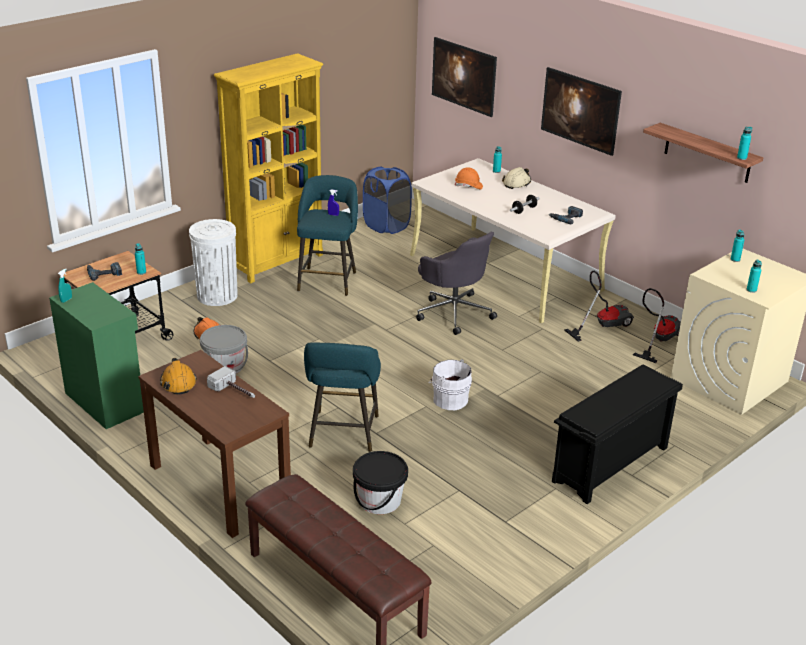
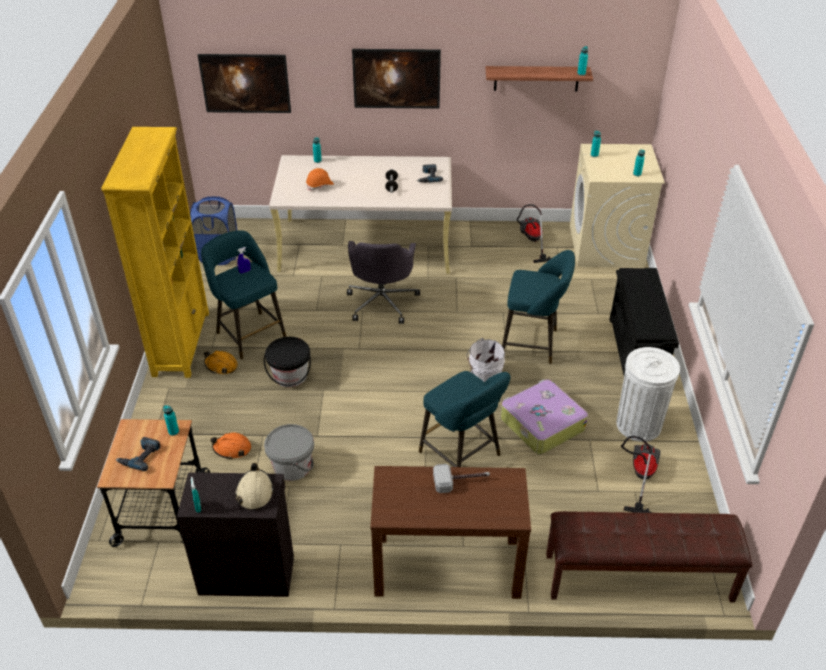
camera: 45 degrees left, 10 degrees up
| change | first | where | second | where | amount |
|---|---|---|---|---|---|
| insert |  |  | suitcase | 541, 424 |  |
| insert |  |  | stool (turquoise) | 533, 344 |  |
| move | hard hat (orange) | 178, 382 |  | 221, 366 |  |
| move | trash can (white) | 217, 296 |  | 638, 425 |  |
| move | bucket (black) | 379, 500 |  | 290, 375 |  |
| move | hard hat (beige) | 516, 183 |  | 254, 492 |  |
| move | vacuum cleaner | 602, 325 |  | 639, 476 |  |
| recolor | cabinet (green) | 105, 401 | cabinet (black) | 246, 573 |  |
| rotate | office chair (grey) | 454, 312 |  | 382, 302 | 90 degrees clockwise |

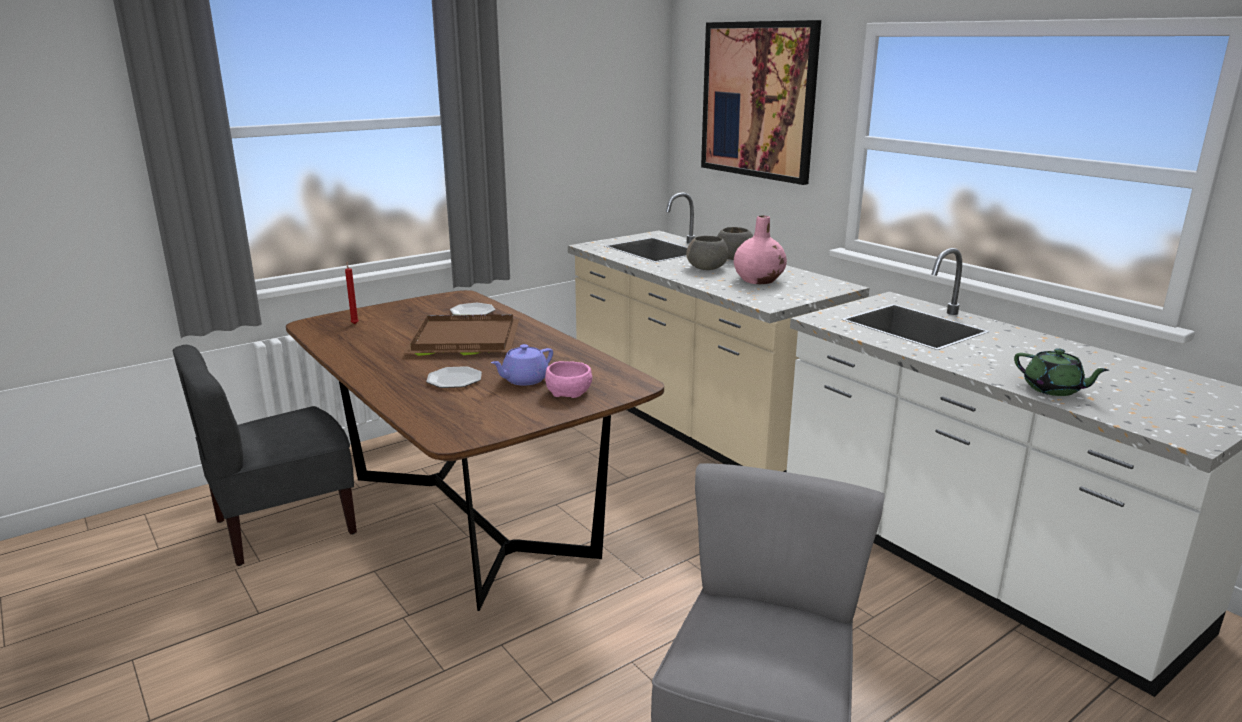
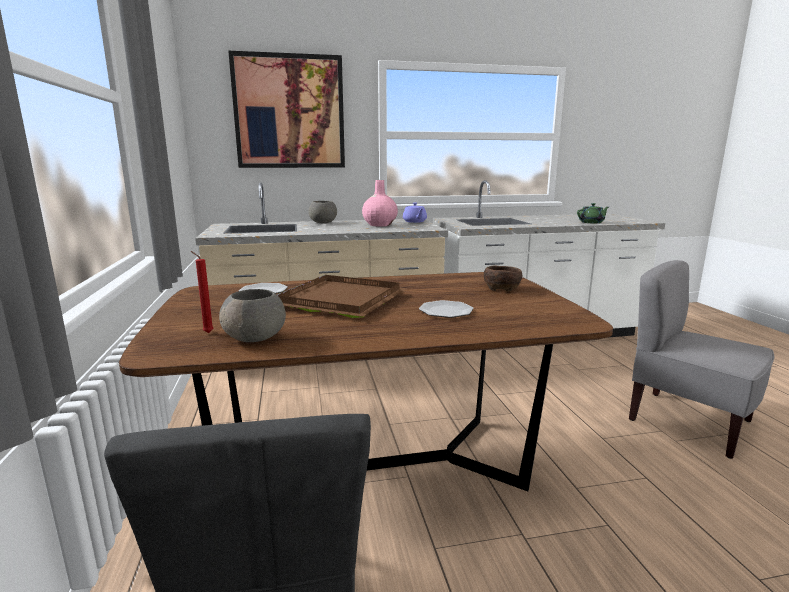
camera: 65 degrees left, 5 degrees down
| change | first | where | second | where | amount |
|---|---|---|---|---|---|
| move | teapot (purple) | 524, 380 |  | 415, 222 |  |
| move | bowl (grey) | 707, 268 |  | 256, 337 |  |
| recolor | bowl (pink) | 570, 392 | bowl (brown) | 501, 288 |  |

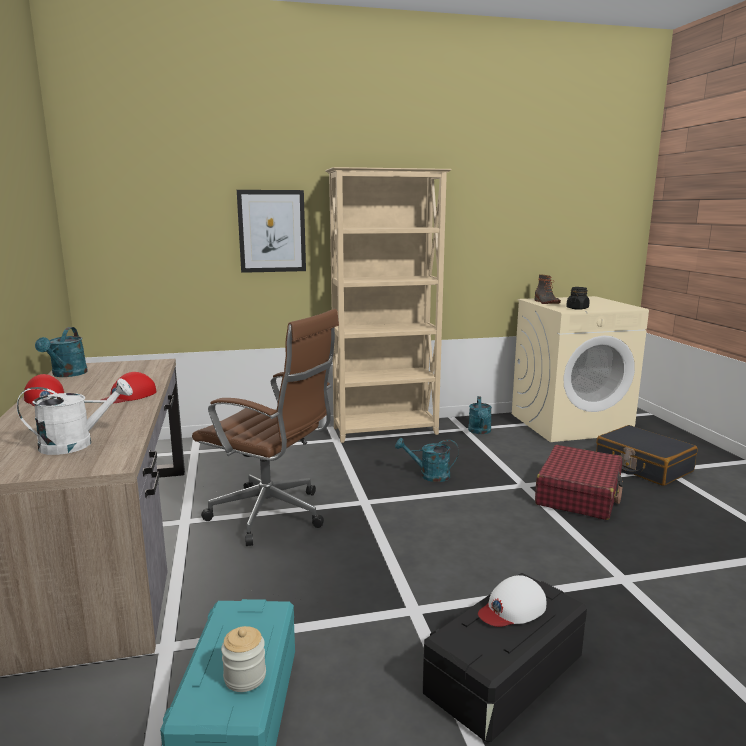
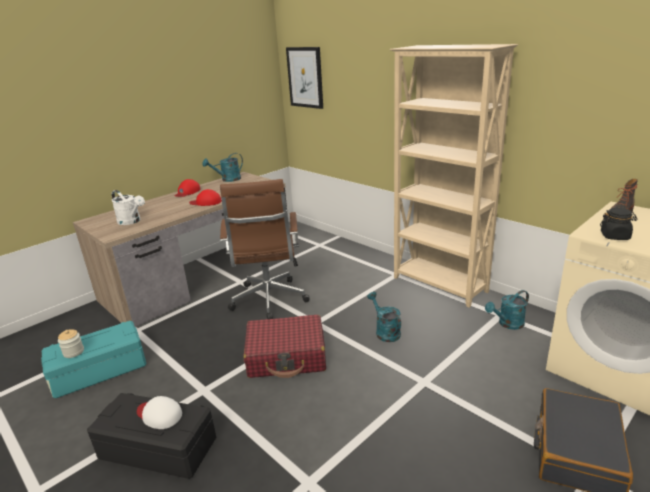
camera: 60 degrees right, 10 degrees up
| change | first | where | second | where | amount |
|---|---|---|---|---|---|
| move | picture | 272, 231 |  | 305, 77 |  |
| move | suitcase (red) | 579, 494 |  | 287, 356 |  |

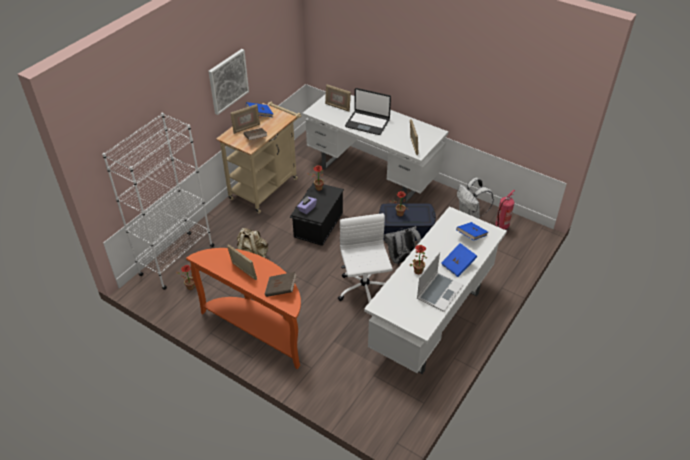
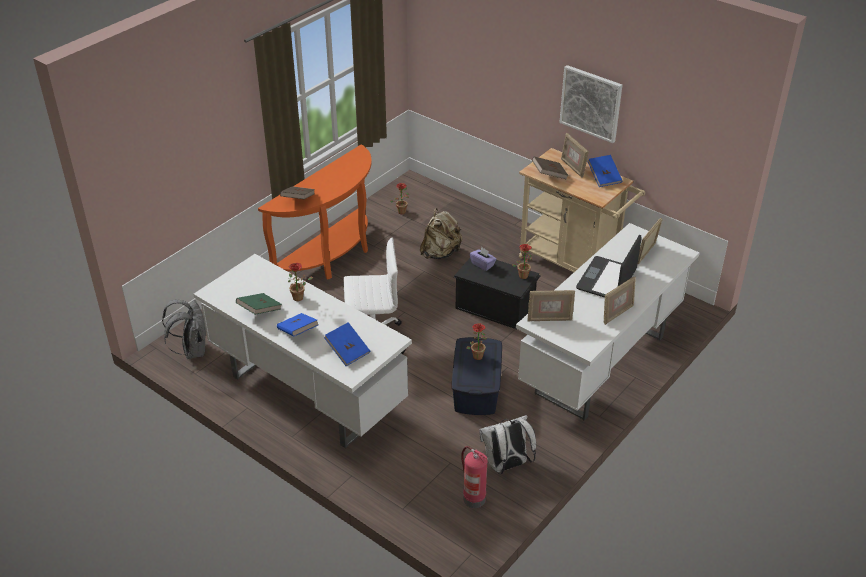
camera: 95 degrees right, 5 degrees down
| change | first | where | second | where | amount |
|---|---|---|---|---|---|
| delete | bookcase (white) | 176, 260 |  |  |  |
| move | picture frame | 243, 272 |  | 617, 314 |  |
| move | backpack (grey) | 401, 259 |  | 192, 350 |  |
| replace | laptop | 439, 292 | book (green) | 259, 311 |  |

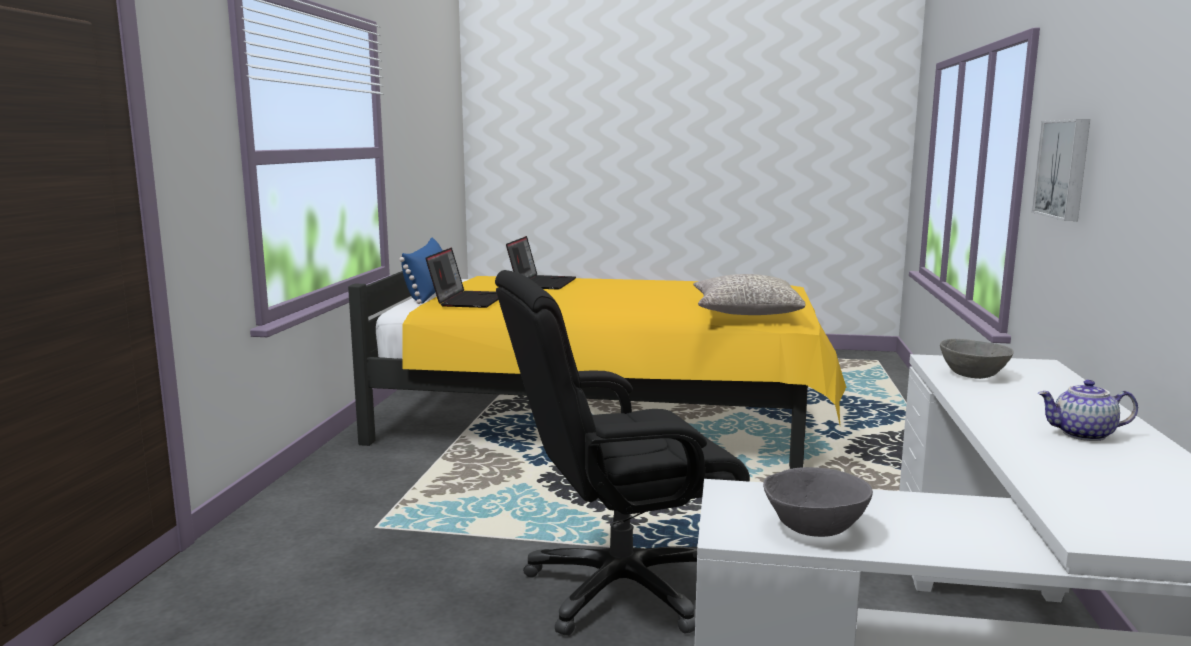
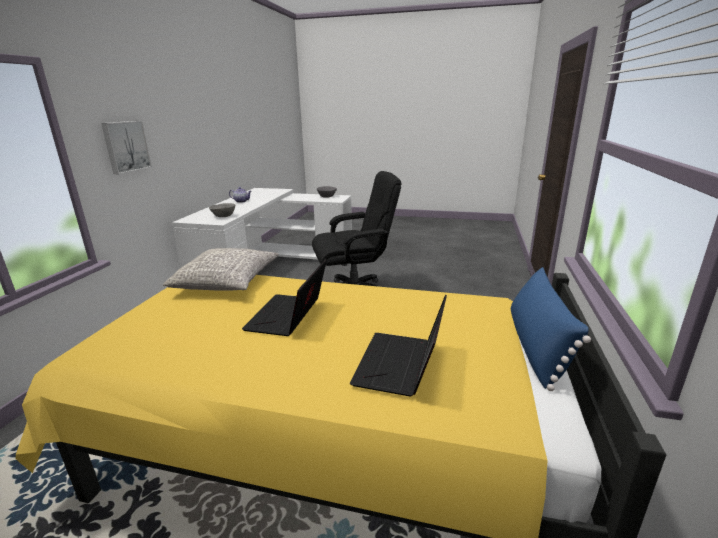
camera: 175 degrees left, 10 degrees up
| change | first | where | second | where | amount |
|---|---|---|---|---|---|
| move | laptop | 468, 300 |  | 288, 316 |  |

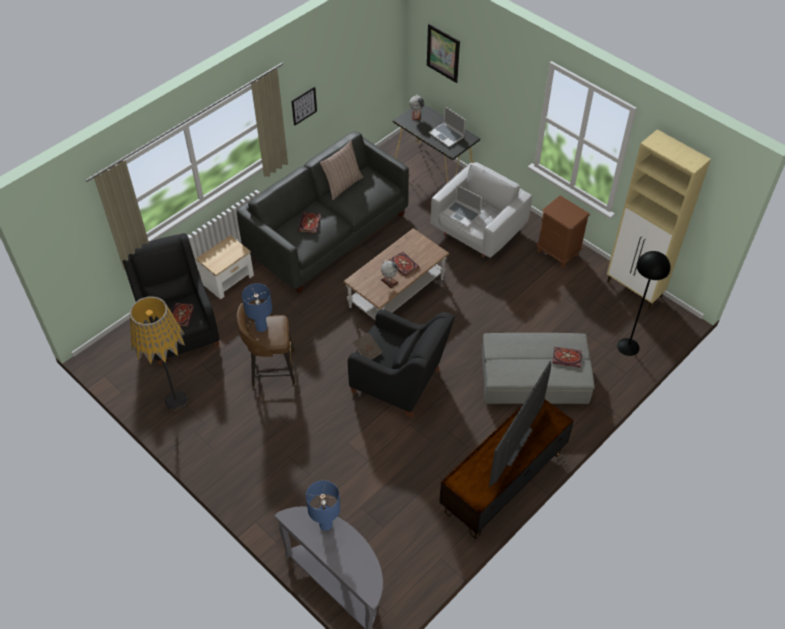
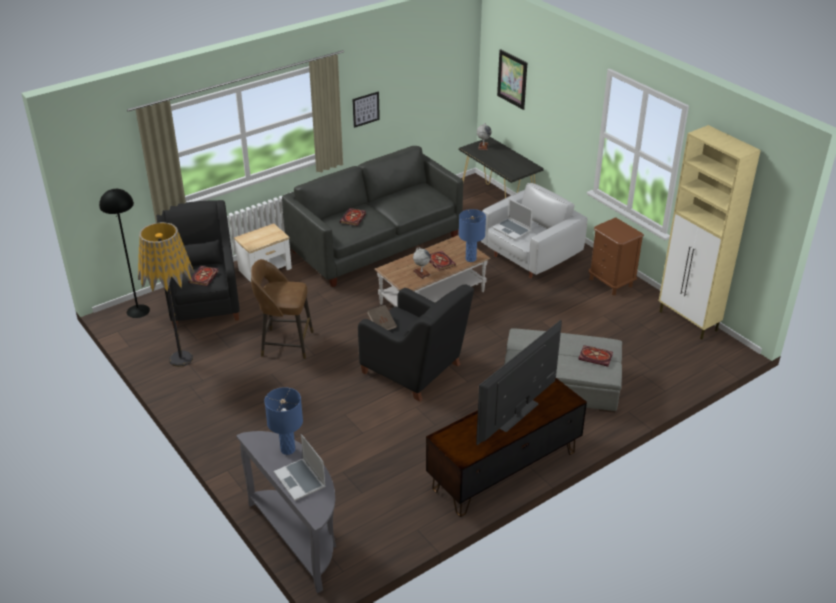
camera: 10 degrees right, 15 degrees down
| change | first | where | second | where | amount |
|---|---|---|---|---|---|
| delete | pillow | 342, 185 |  |  |  |
| move | table lamp (blue) | 261, 327 |  | 470, 259 |  |
| move | laptop | 447, 135 |  | 301, 480 |  |
| move | floor lamp (black) | 628, 347 |  | 138, 311 |  |

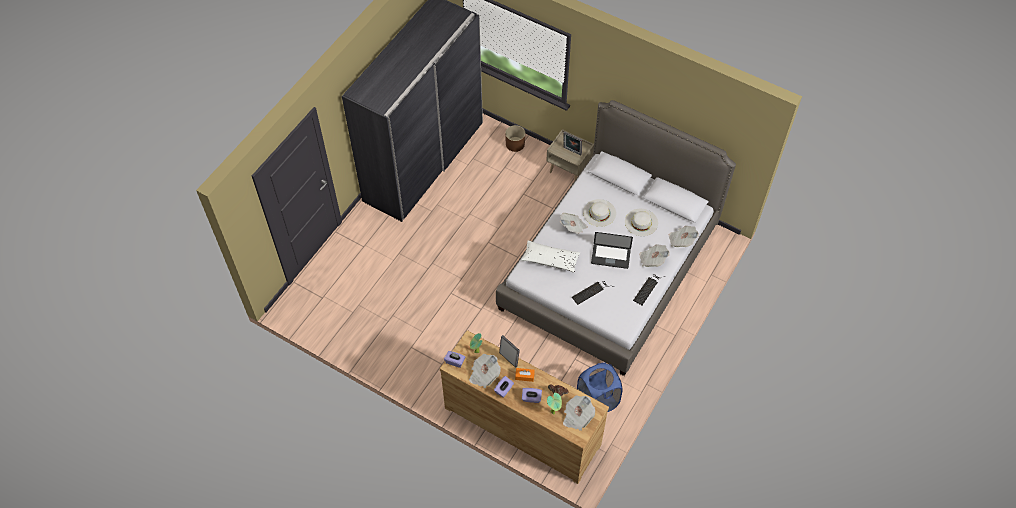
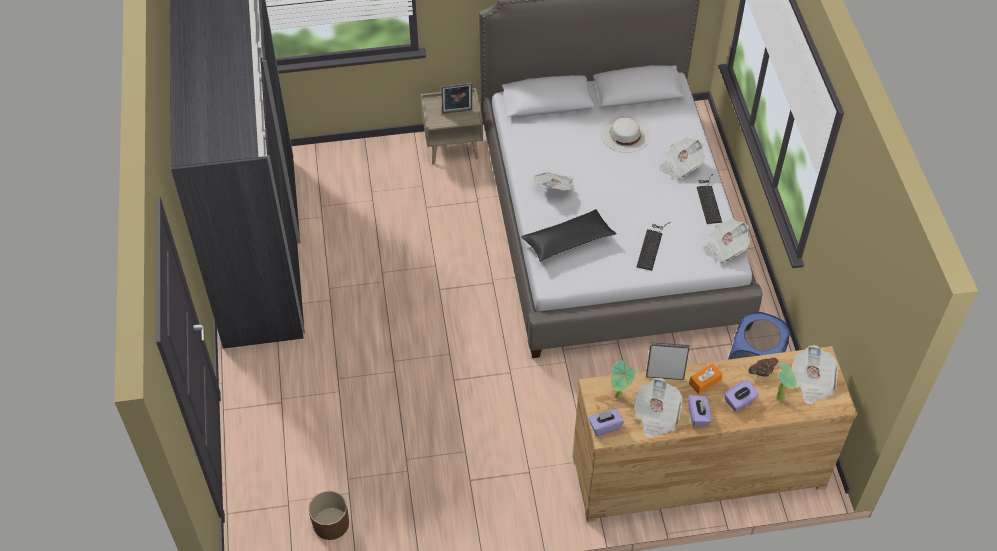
camera: 40 degrees left, 5 degrees down
| change | first | where | second | where | amount |
|---|---|---|---|---|---|
| delete | hat (white) | 599, 212 |  |  |  |
| delete | laptop | 610, 257 |  |  |  |
| move | planter (brown) | 515, 144 |  | 331, 523 |  |
| move | newspaper | 681, 240 |  | 724, 248 |  |
| recolor | pillow (white) | 550, 260 | pillow (black) | 568, 241 |  |

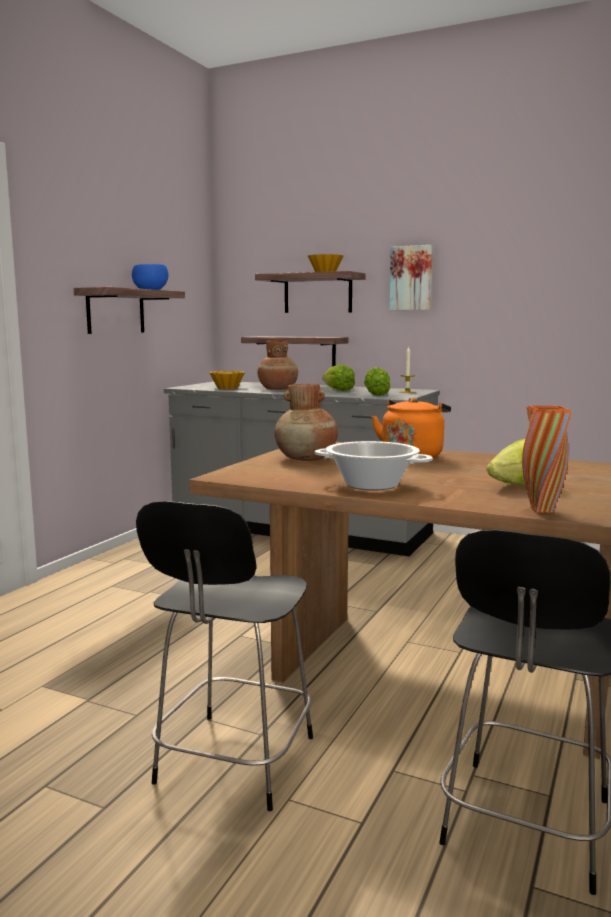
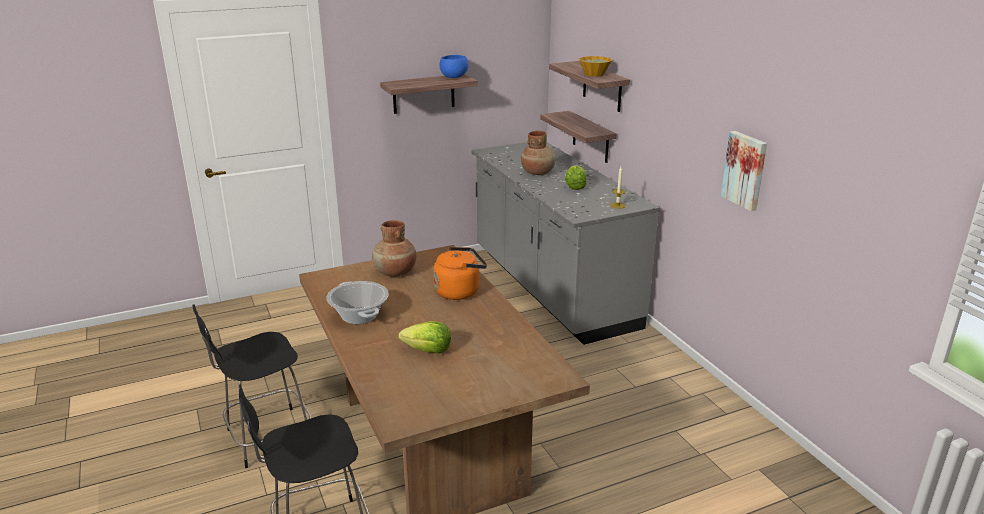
camera: 40 degrees right, 15 degrees up
| change | first | where | second | where | amount |
|---|---|---|---|---|---|
| delete | bowl | 227, 388 |  |  |  |
| delete | lettuce | 375, 394 |  |  |  |
| delete | vase (orange) | 541, 510 |  |  |  |
| move | picture | 411, 278 |  | 745, 170 |  |

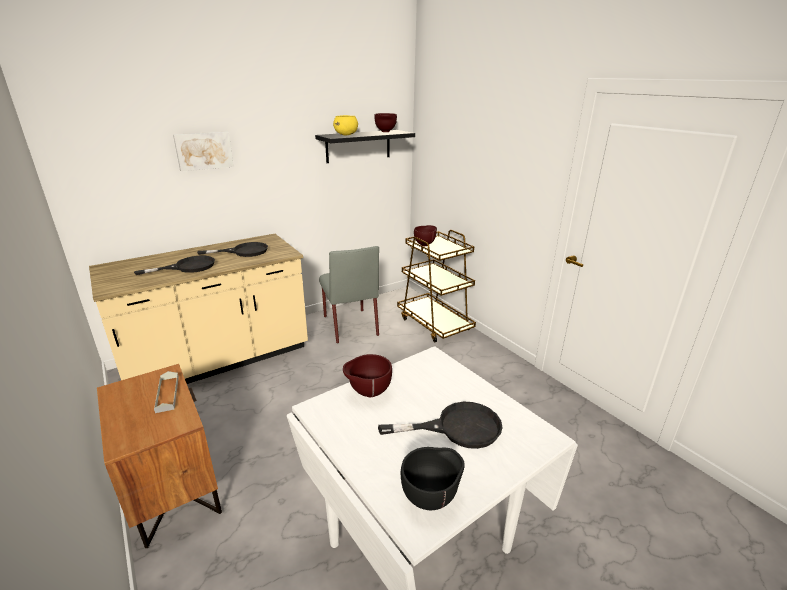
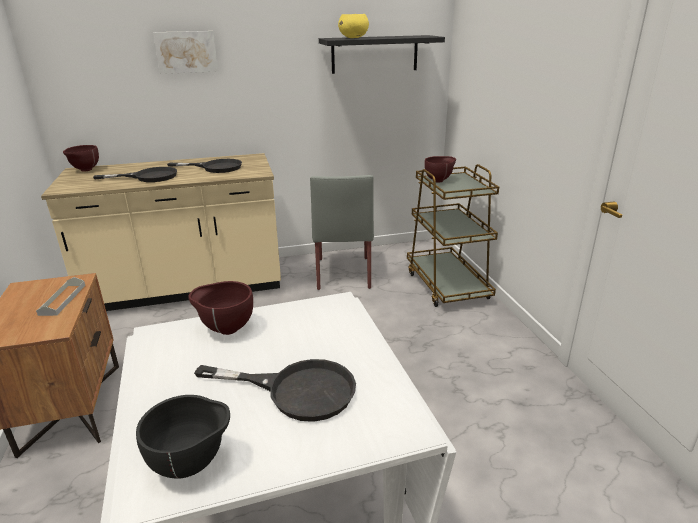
camera: 20 degrees right, 0 degrees up
| change | first | where | second | where | amount |
|---|---|---|---|---|---|
| move | bowl (brown) | 385, 132 |  | 85, 170 |  |

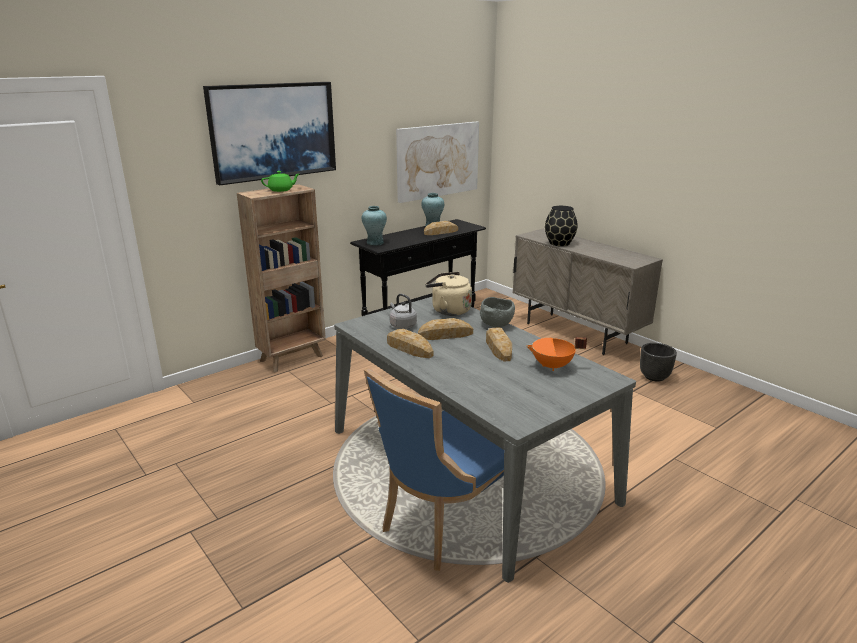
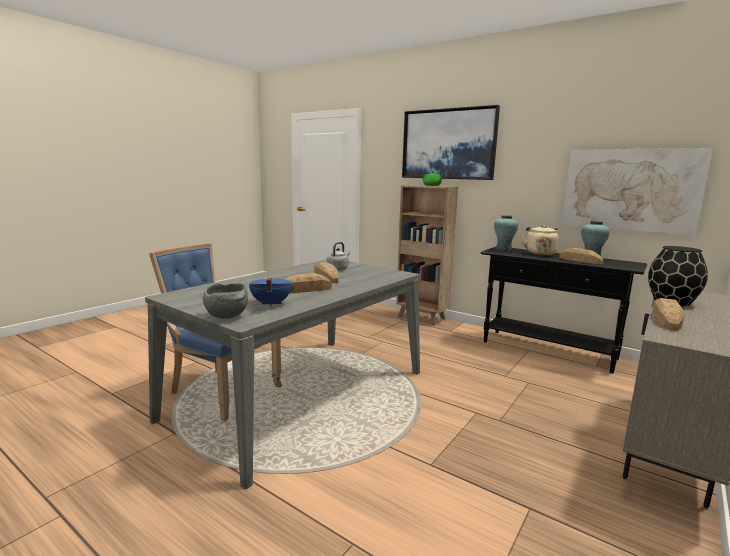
camera: 75 degrees right, 10 degrees down
| change | first | where | second | where | amount |
|---|---|---|---|---|---|
| delete | planter (black) | 655, 377 |  |  |  |
| move | bread | 409, 348 |  | 666, 320 |  |
| move | kettle (beige) | 448, 310 |  | 539, 253 |  |
| move | bowl (grey) | 496, 325 |  | 228, 317 |  |
| recolor | cooking pot (orange) | 552, 366 | cooking pot (blue) | 270, 304 |  |

